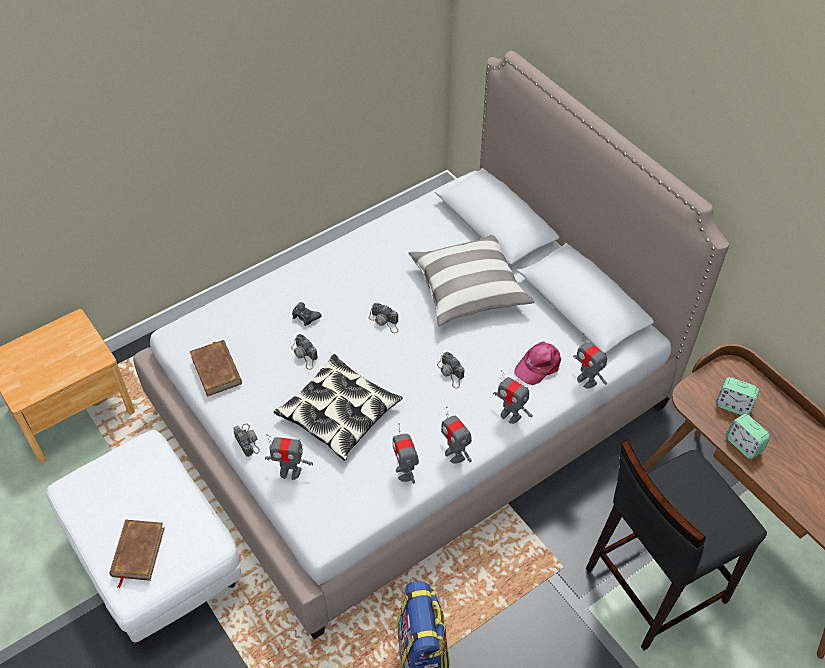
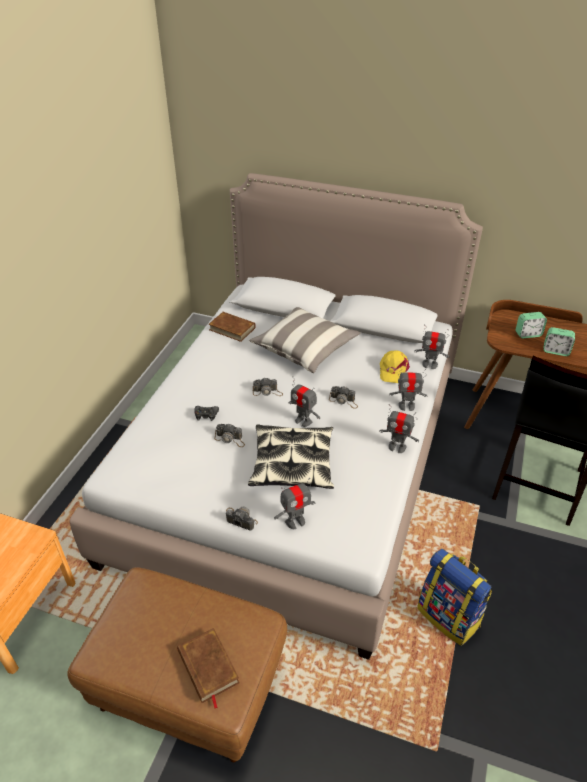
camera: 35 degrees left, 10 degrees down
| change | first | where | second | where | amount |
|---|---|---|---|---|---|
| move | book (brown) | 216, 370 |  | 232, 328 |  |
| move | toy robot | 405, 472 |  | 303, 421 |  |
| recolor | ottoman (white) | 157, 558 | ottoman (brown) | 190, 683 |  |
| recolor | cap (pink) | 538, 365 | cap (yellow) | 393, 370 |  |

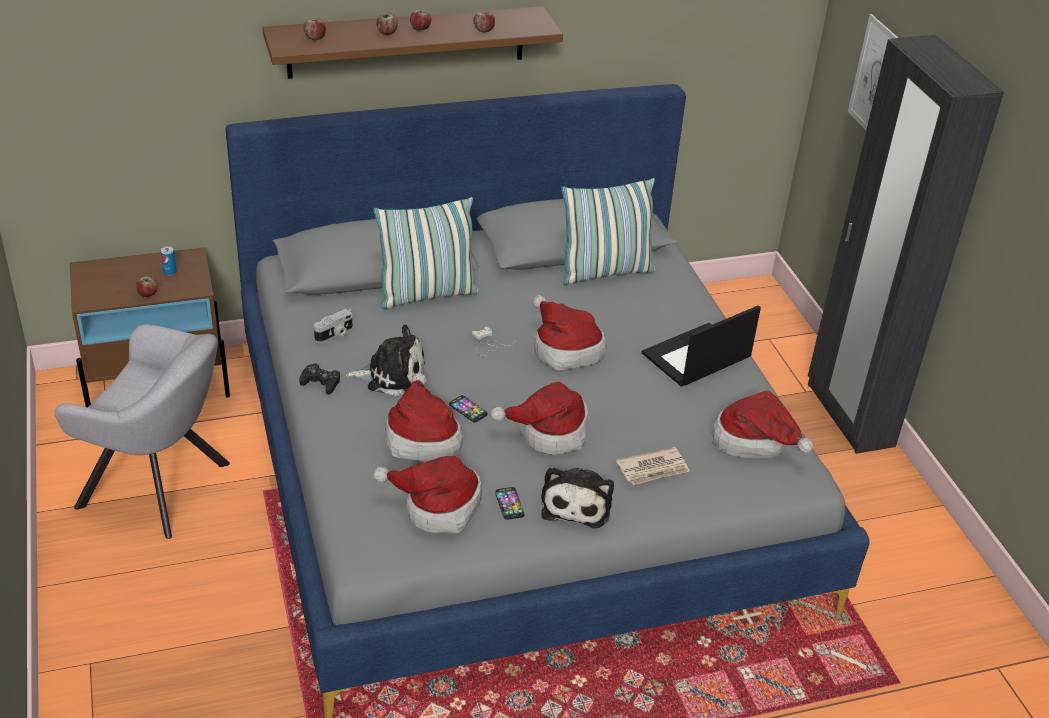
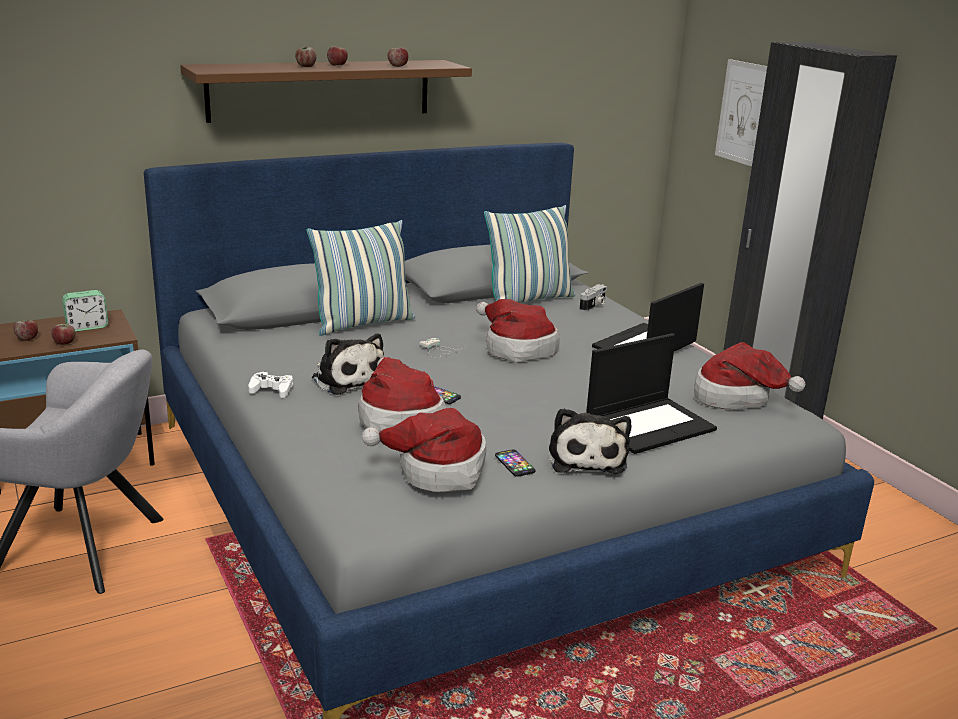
camera: 10 degrees left, 15 degrees down
| change | first | where | second | where | amount |
|---|---|---|---|---|---|
| delete | hat | 548, 432 |  |  |  |
| move | apple | 315, 38 |  | 27, 338 |  |
| move | photo camera | 335, 334 |  | 593, 306 |  |
| replace | can | 170, 272 | alarm clock | 87, 327 |  |
| replace | newspaper | 653, 469 | laptop | 650, 424 |  |
| recolor | game controller (black) | 320, 382 | game controller (white) | 272, 390 |  |
| rotate | plush toy | 391, 375 |  | 347, 379 | 60 degrees clockwise |

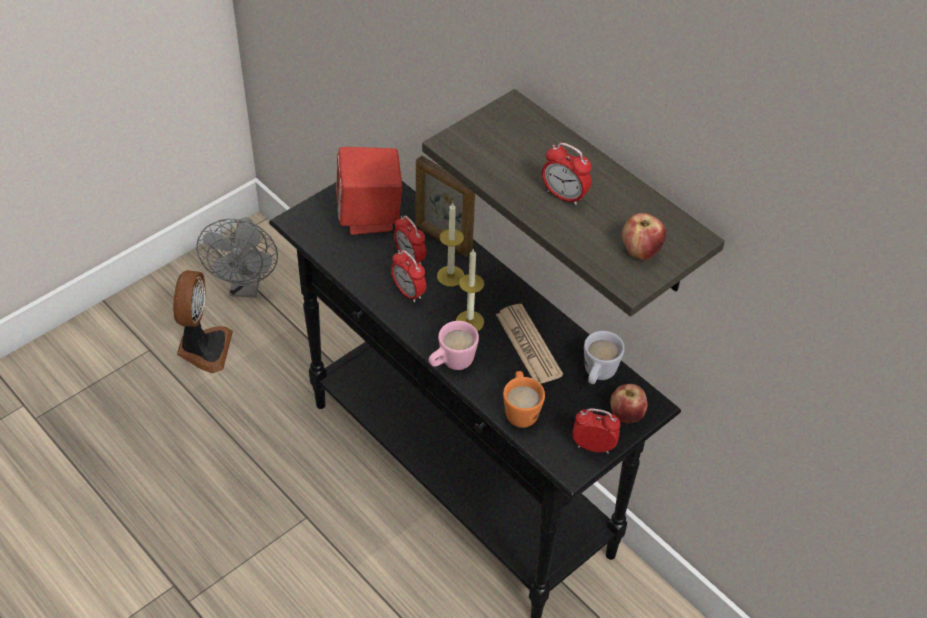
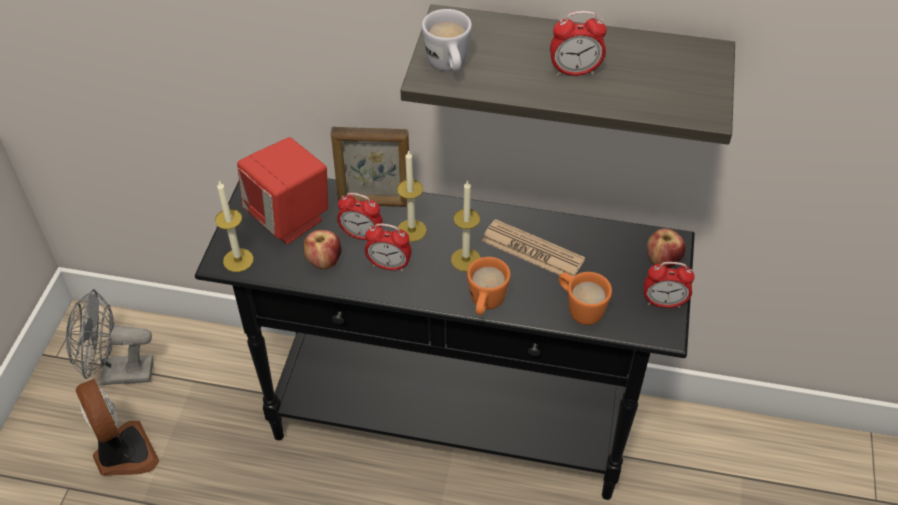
camera: 35 degrees left, 0 degrees up
| change | first | where | second | where | amount |
|---|---|---|---|---|---|
| insert |  |  | candle | 238, 260 |  |
| move | mug (white) | 597, 375 |  | 449, 67 |  |
| move | apple | 640, 251 |  | 324, 261 |  |
| recolor | mug (pink) | 451, 363 | mug (orange) | 485, 305 |  |
| rotate | fan (grey) | 246, 287 |  | 118, 373 | 120 degrees clockwise |
| rotate | alarm clock | 593, 446 |  | 663, 303 | 150 degrees counterclockwise |

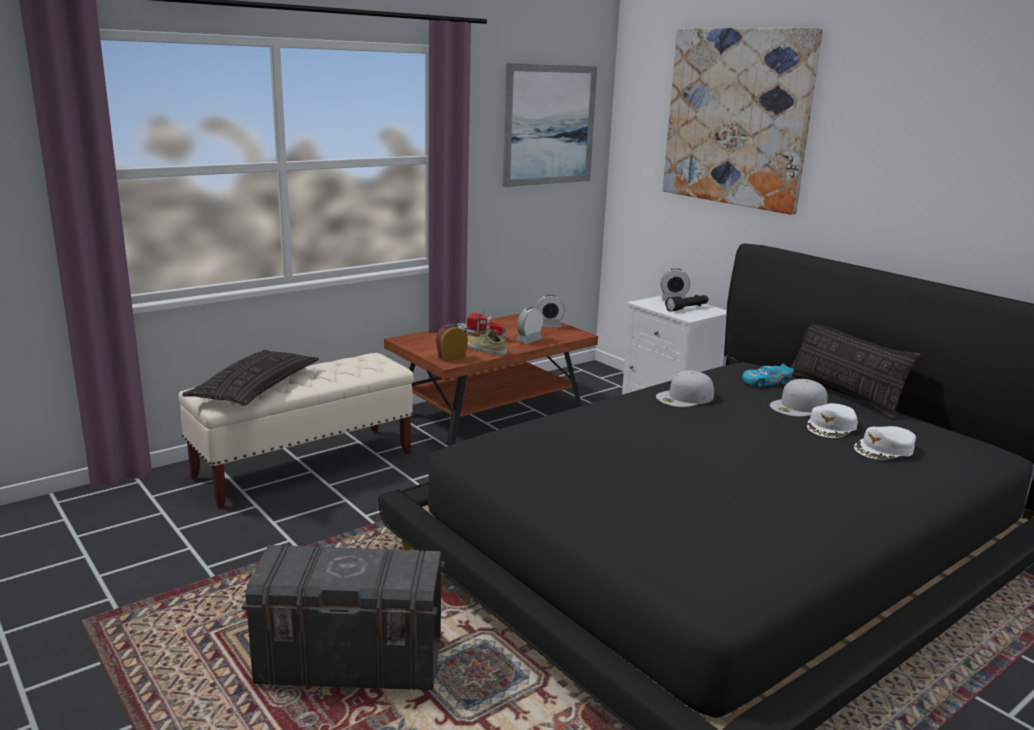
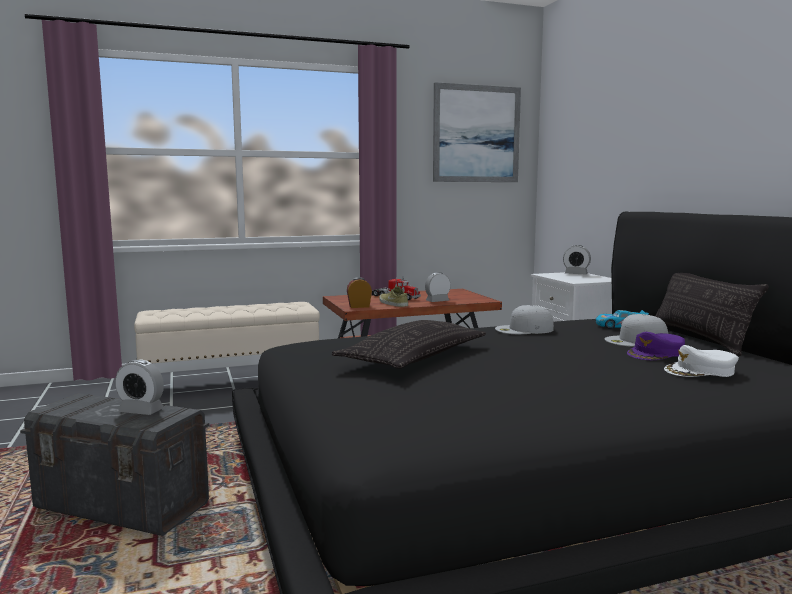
camera: 20 degrees right, 10 degrees down
| change | first | where | second | where | amount |
|---|---|---|---|---|---|
| delete | picture | 737, 118 |  |  |  |
| delete | flashlight (black) | 687, 308 |  |  |  |
| move | pillow | 255, 387 |  | 414, 357 |  |
| move | alarm clock | 549, 326 |  | 141, 411 |  |
| recolor | cap (white) | 831, 426 | cap (purple) | 656, 354 |  |

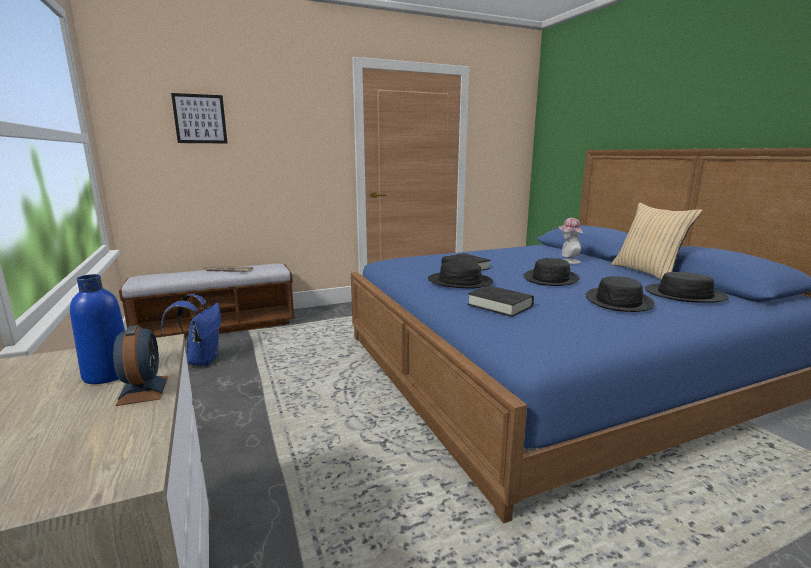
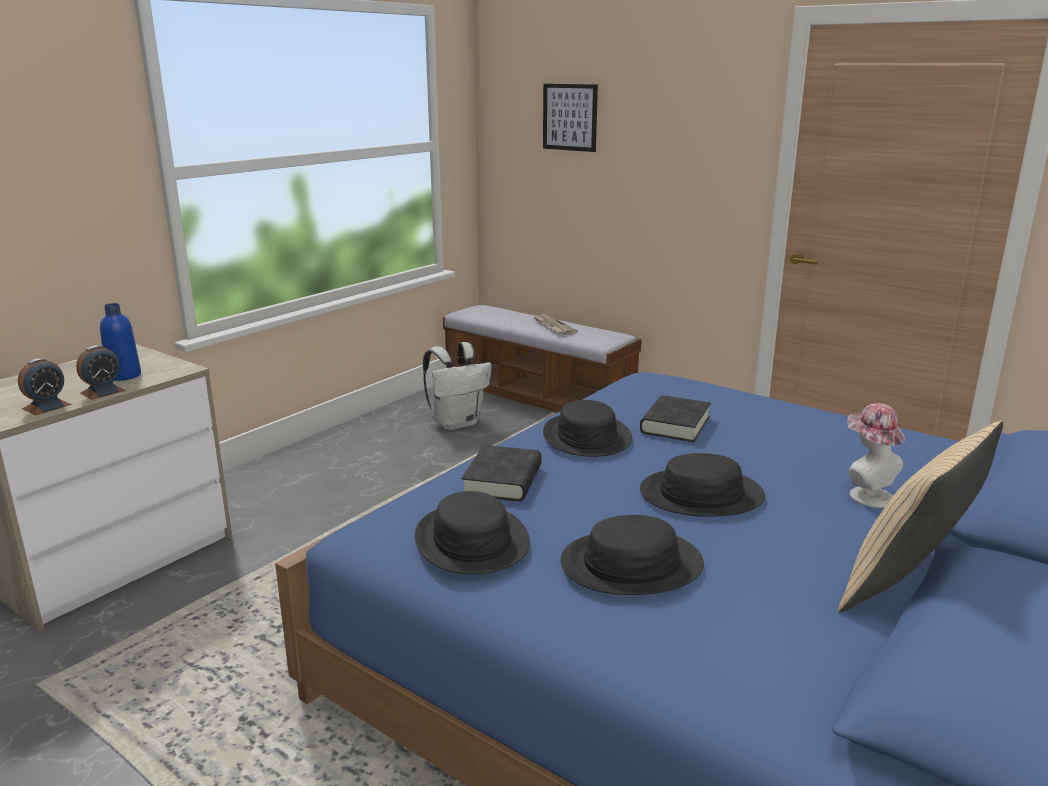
camera: 60 degrees right, 5 degrees up
| change | first | where | second | where | amount |
|---|---|---|---|---|---|
| insert |  |  | alarm clock | 47, 406 |  |
| move | hat (black) | 684, 295 |  | 471, 541 |  |
| recolor | backpack (blue) | 201, 360 | backpack (white) | 457, 423 |  |

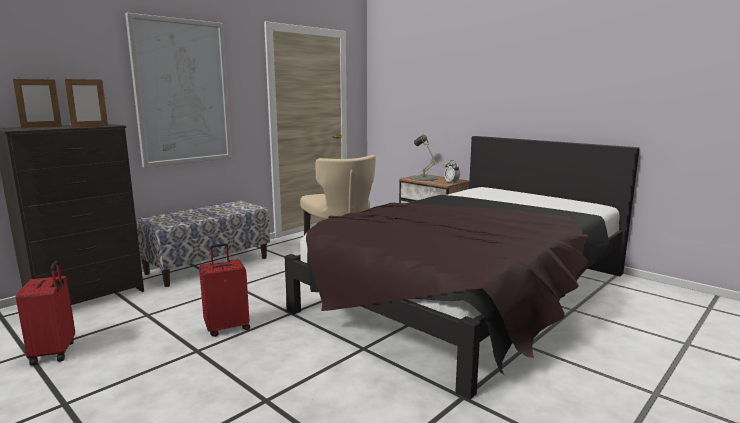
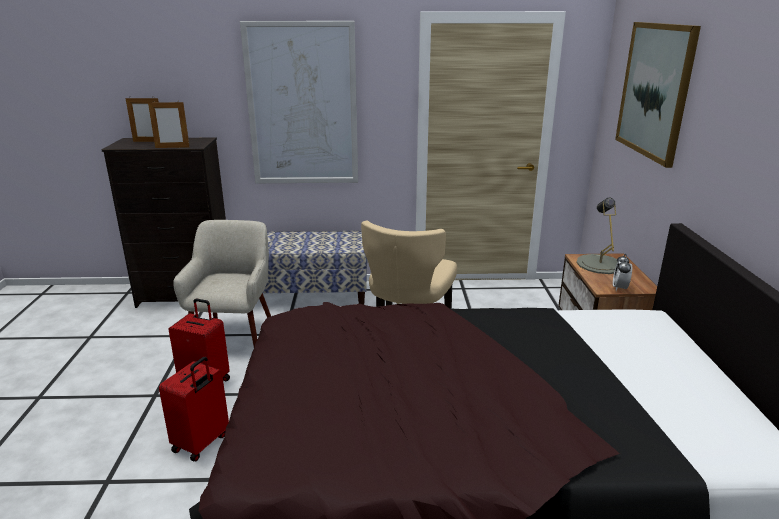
camera: 45 degrees right, 10 degrees up
| change | first | where | second | where | amount |
|---|---|---|---|---|---|
| insert |  |  | armchair (beige) | 235, 337 |  |
| insert |  |  | picture | 655, 90 |  |
| move | suitcase (red) | 55, 352 |  | 201, 443 |  |

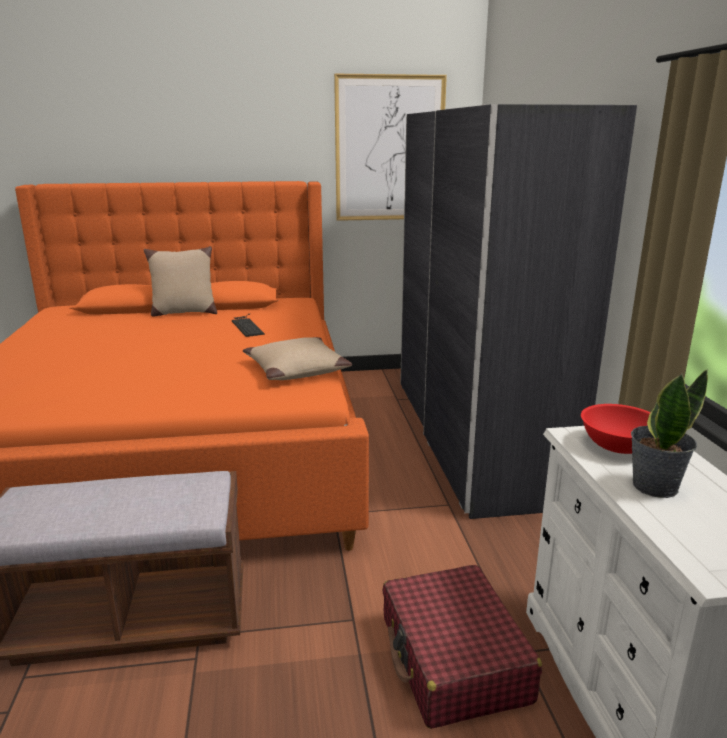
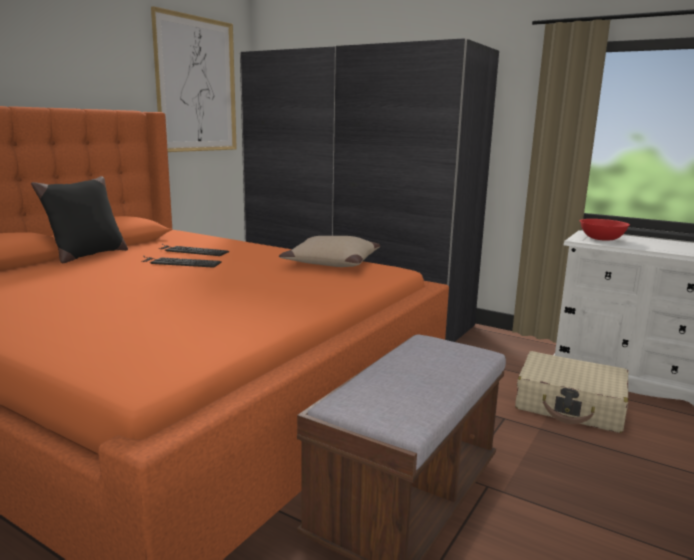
camera: 50 degrees left, 5 degrees down
| change | first | where | second | where | amount |
|---|---|---|---|---|---|
| delete | potted plant | 654, 486 |  |  |  |
| insert |  |  | keyboard | 178, 262 |  |
| recolor | pillow (beige) | 183, 313 | pillow (black) | 87, 255 |  |
| recolor | suitcase (red) | 453, 659 | suitcase (beige) | 570, 405 |  |

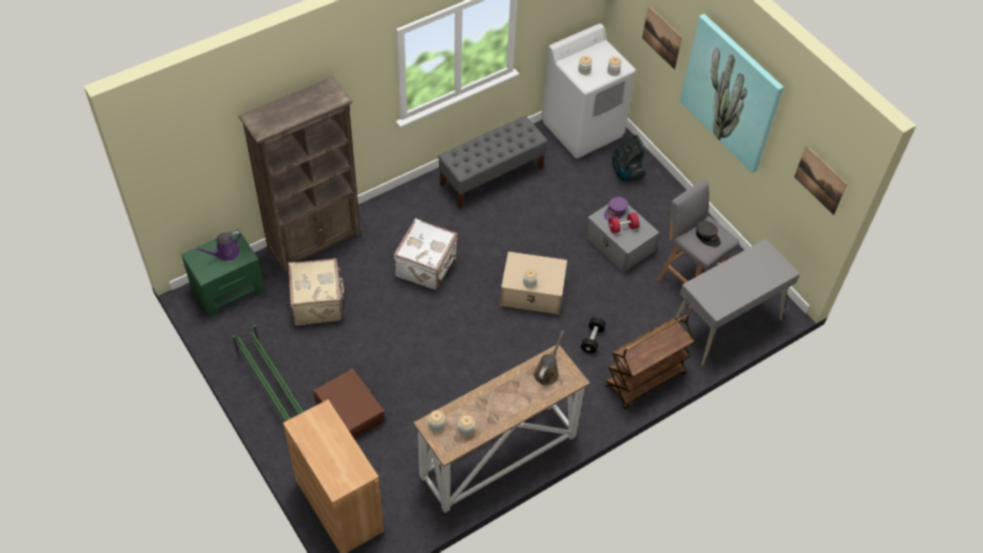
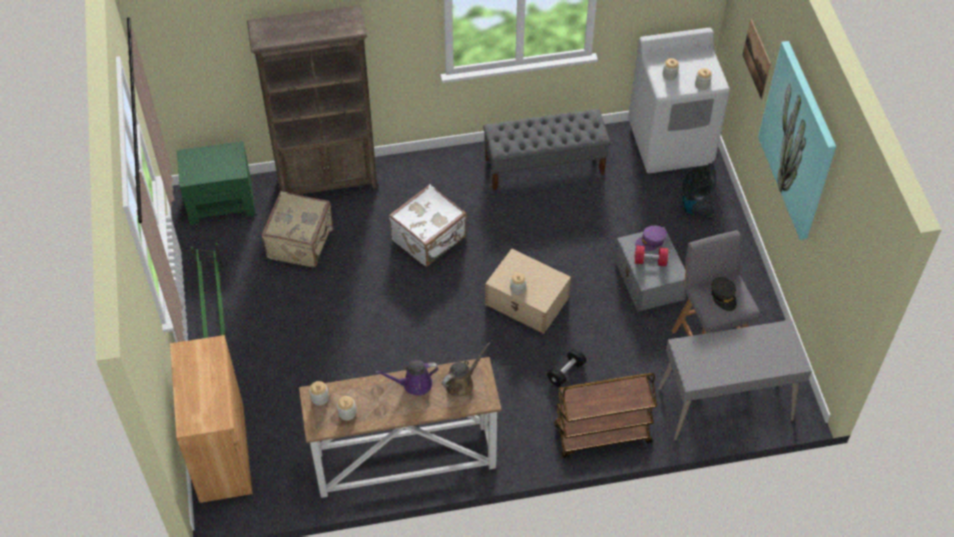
camera: 25 degrees right, 0 degrees up
| change | first | where | second | where | amount |
|---|---|---|---|---|---|
| delete | suitcase (brown) | 350, 410 |  |  |  |
| delete | picture | 820, 180 |  |  |  |
| move | watering can (purple) | 225, 253 |  | 414, 384 |  |

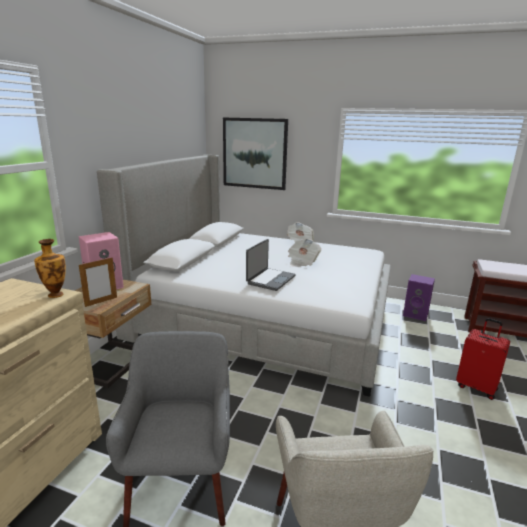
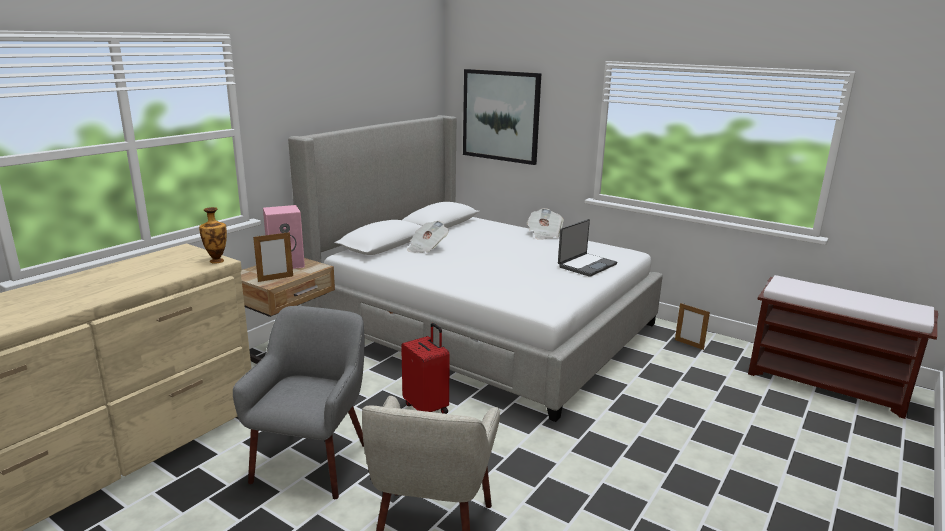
camera: 15 degrees right, 0 degrees up
| change | first | where | second | where | amount |
|---|---|---|---|---|---|
| move | laptop | 270, 280 |  | 586, 265 |  |
| move | newspaper | 302, 262 |  | 426, 248 |  |
| move | suitcase (red) | 476, 387 |  | 427, 408 |  |
| replace | speaker (purple) | 416, 314 | picture frame | 689, 344 |  |

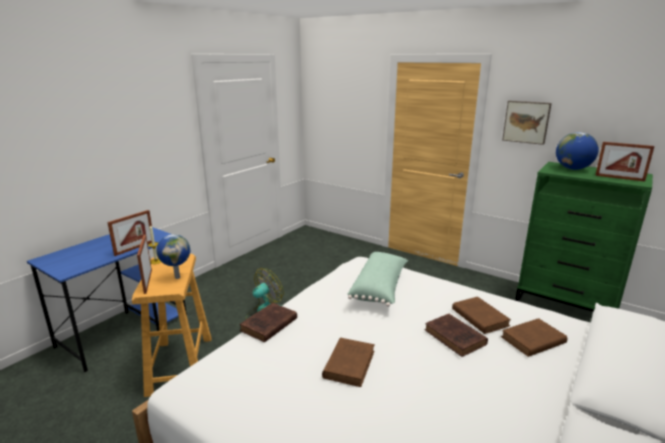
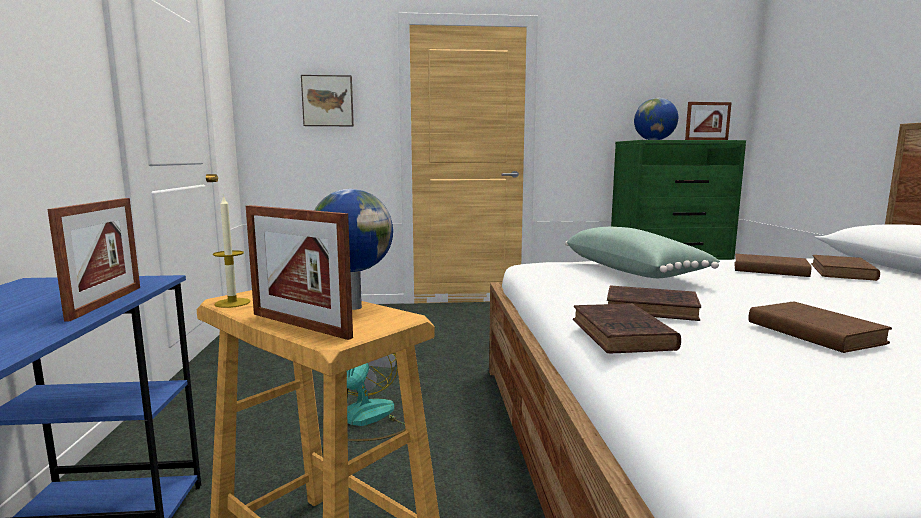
camera: 40 degrees left, 10 degrees down
| change | first | where | second | where | amount |
|---|---|---|---|---|---|
| move | book (brown) | 456, 338 |  | 654, 309 |  |
| move | picture | 526, 122 |  | 328, 101 |  |

